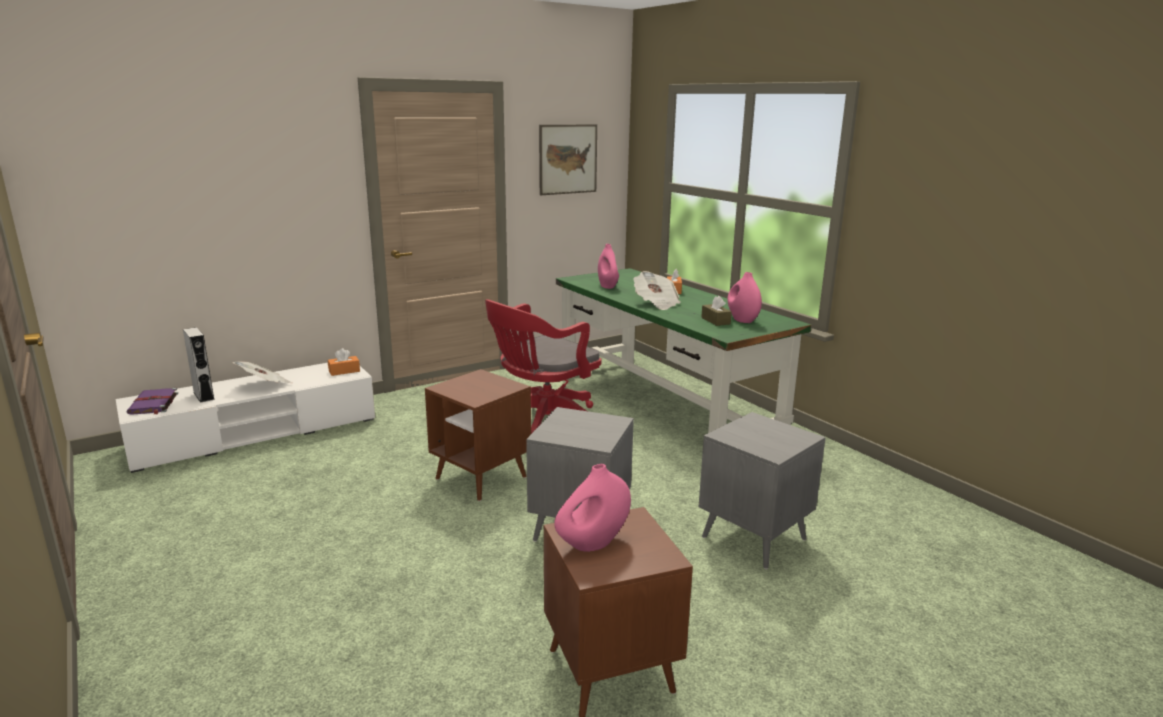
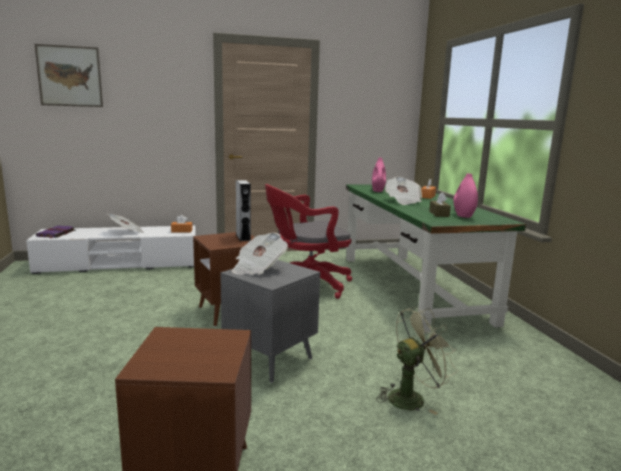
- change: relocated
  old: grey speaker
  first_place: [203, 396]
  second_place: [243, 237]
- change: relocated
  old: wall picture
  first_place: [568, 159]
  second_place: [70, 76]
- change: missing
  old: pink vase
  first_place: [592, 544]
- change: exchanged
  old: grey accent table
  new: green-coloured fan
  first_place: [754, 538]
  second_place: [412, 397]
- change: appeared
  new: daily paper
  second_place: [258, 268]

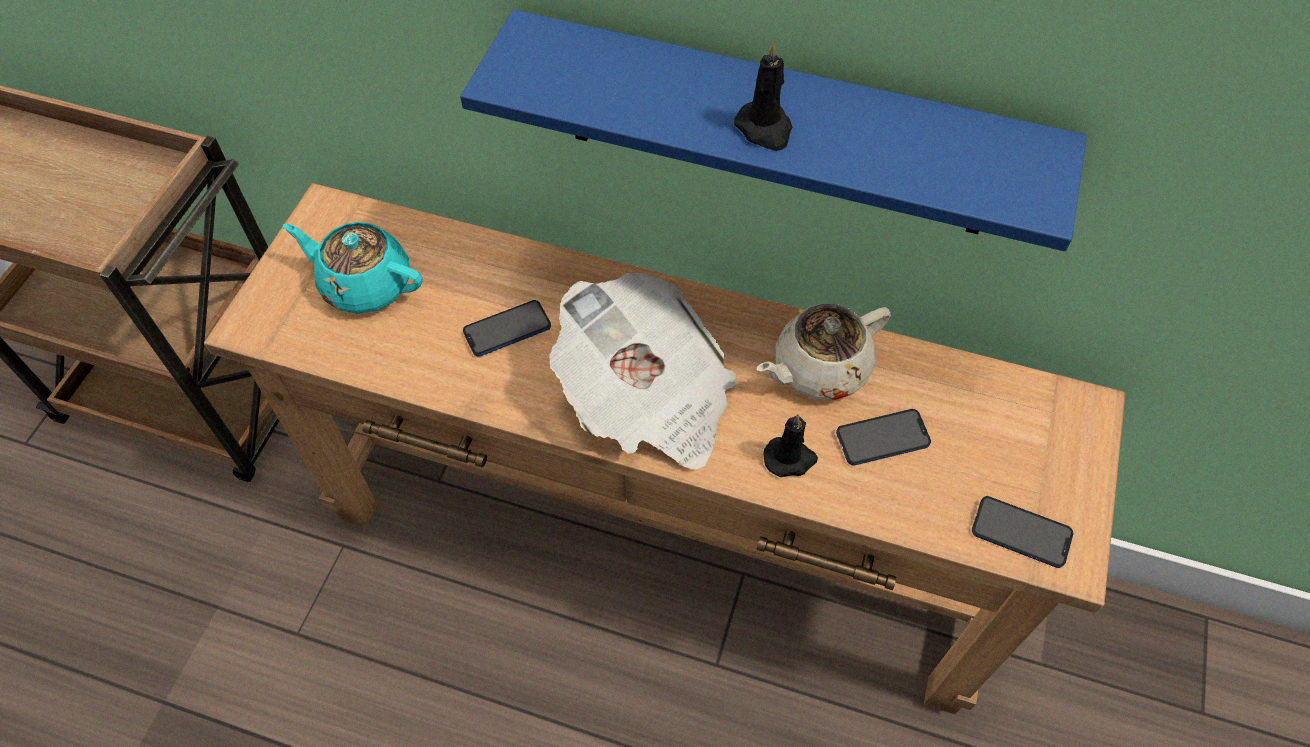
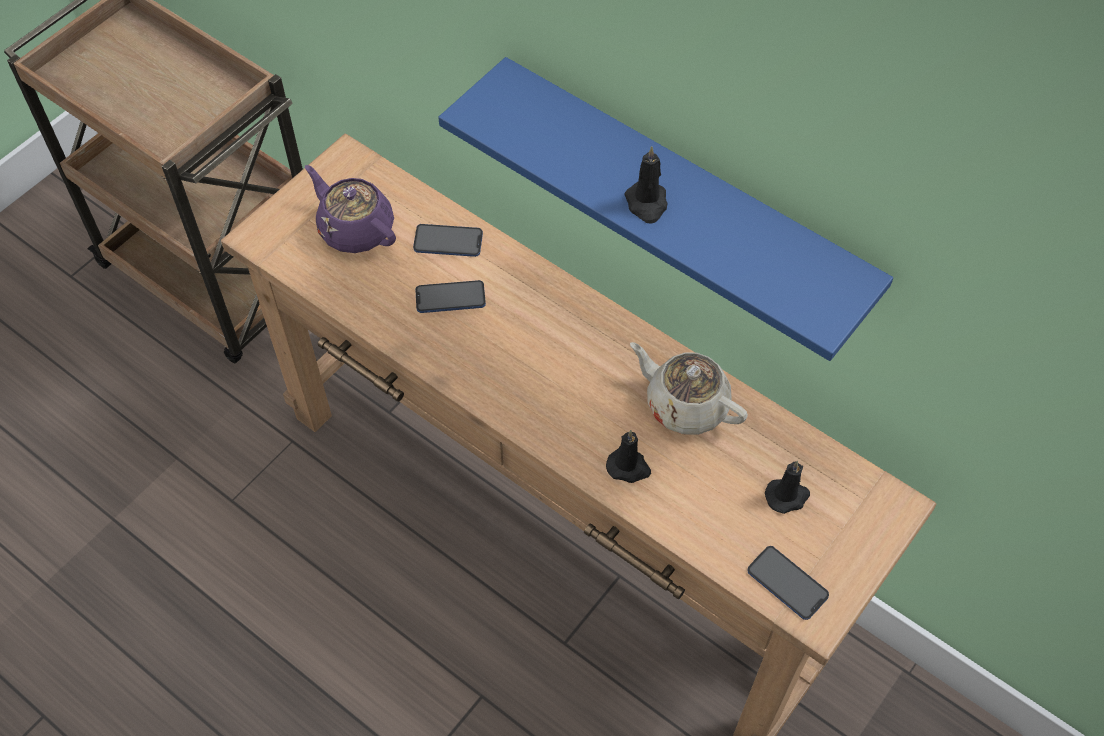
- change: colour
  old: turquoise-coloured teapot
  new: purple-coloured teapot
  first_place: [365, 284]
  second_place: [355, 229]
- change: missing
  old: daily paper
  first_place: [647, 399]
- change: spun
  old: sand-coloured teapot
  first_place: [819, 368]
  second_place: [685, 404]
  degrees: 45
- change: relocated
  old: handset
  first_place: [882, 438]
  second_place: [448, 242]
- change: appeared
  new: black candle
  second_place: [787, 496]

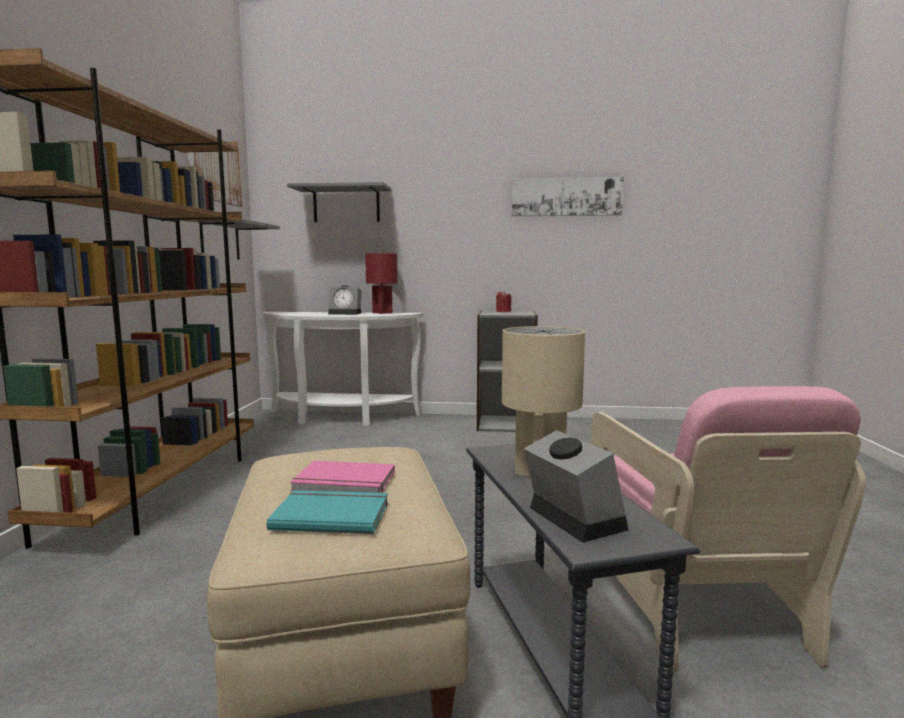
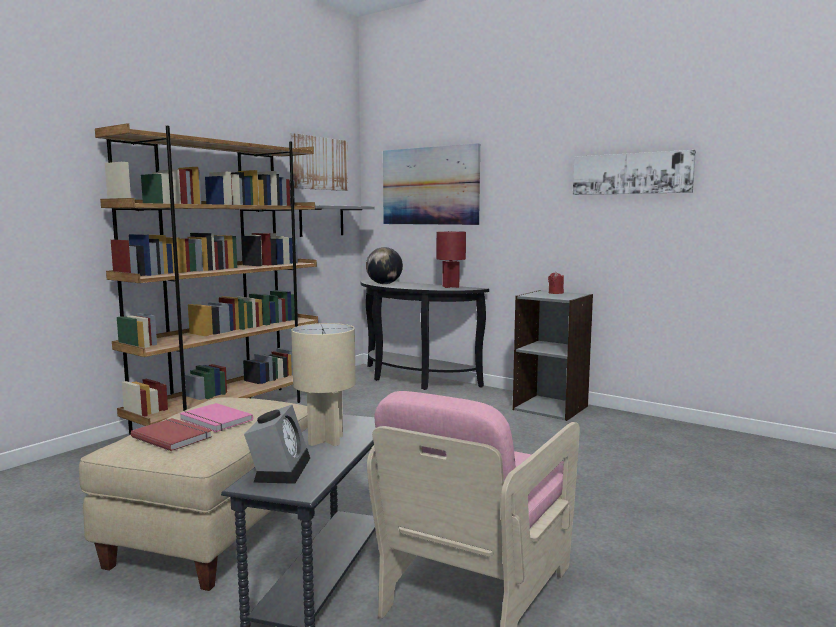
- change: colour
  old: white-coloured console table
  new: black console table
  first_place: [340, 418]
  second_place: [412, 380]
- change: colour
  old: turquoise-coloured book
  new: red-coloured book
  first_place: [331, 514]
  second_place: [173, 436]
- change: exchanged
  old: grey shelf
  new: wall picture
  first_place: [346, 205]
  second_place: [430, 186]
- change: missing
  old: bedside clock
  first_place: [346, 313]
- change: appeared
  new: world globe
  second_place: [384, 284]

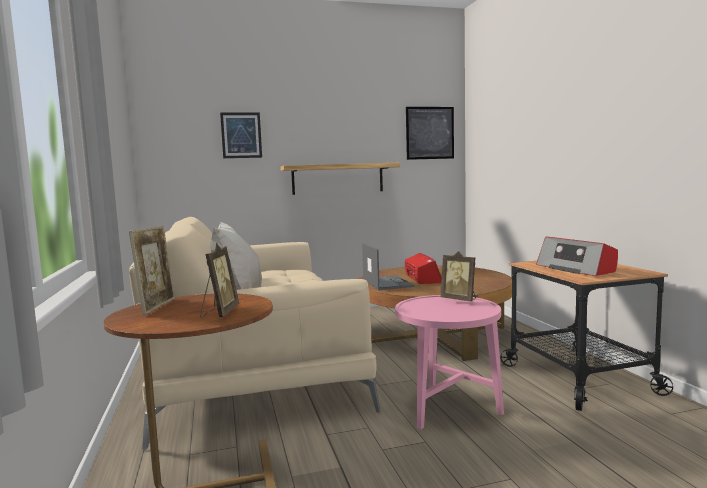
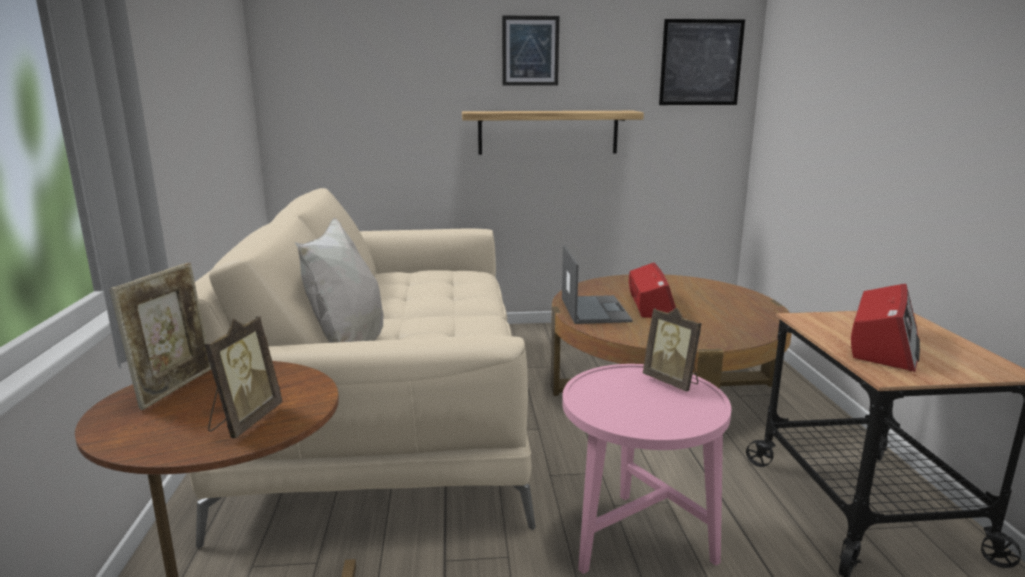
- change: relocated
  old: wall picture
  first_place: [241, 135]
  second_place: [530, 51]
- change: spun
  old: radio
  first_place: [576, 269]
  second_place: [884, 345]
  degrees: -135

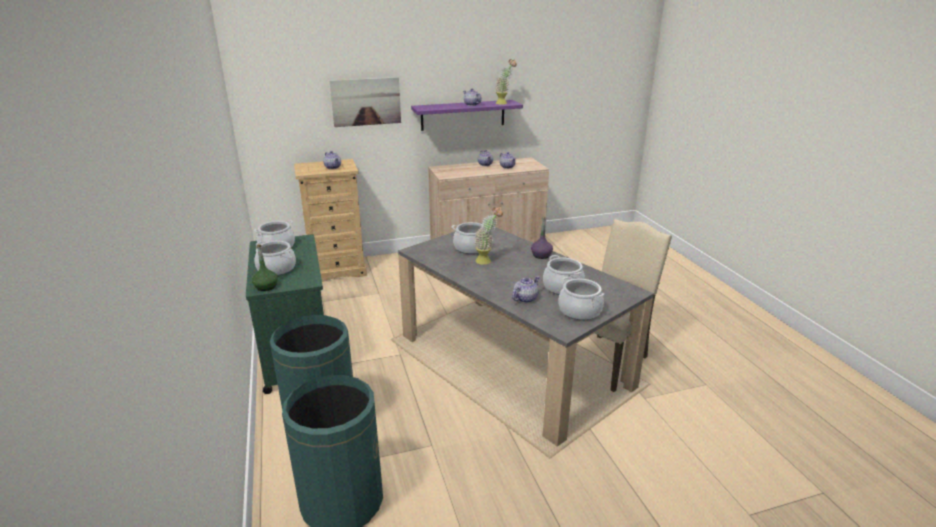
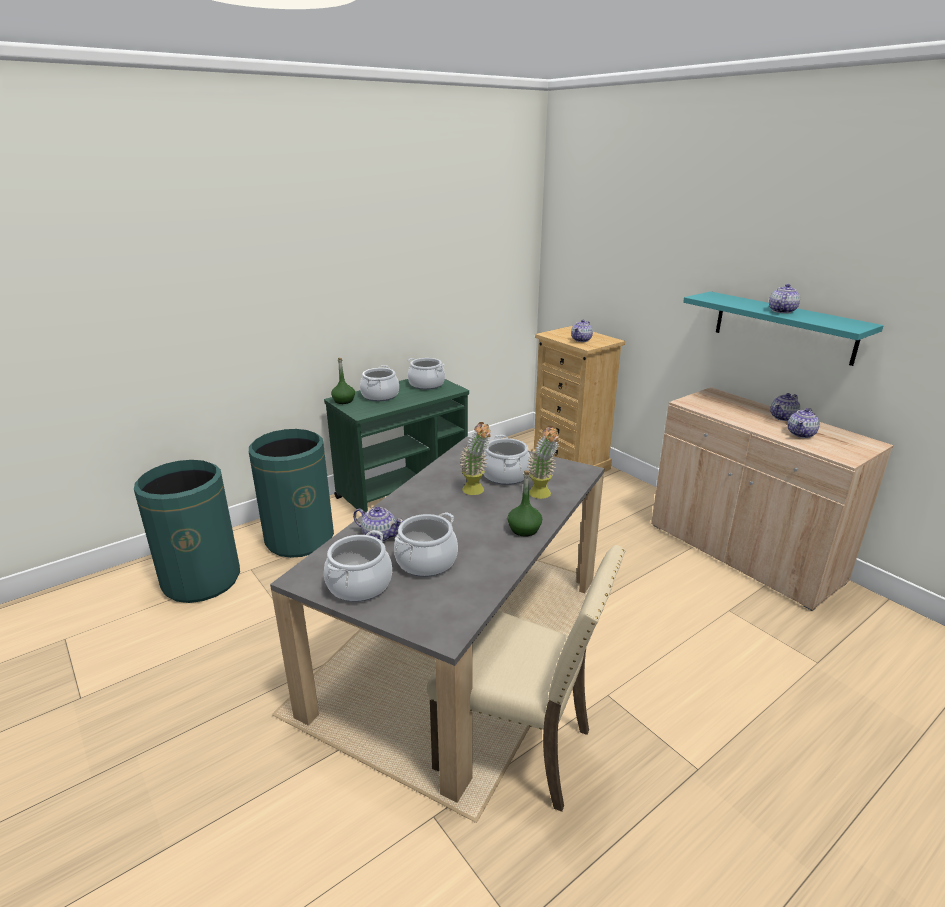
- change: missing
  old: wall picture
  first_place: [366, 101]
- change: colour
  old: purple-coloured shelf
  new: turquoise-coloured shelf
  first_place: [463, 115]
  second_place: [783, 327]
- change: relocated
  old: potted plant
  first_place: [504, 103]
  second_place: [542, 496]
- change: colour
  old: purple-coloured bottle
  new: green-coloured bottle
  first_place: [541, 255]
  second_place: [524, 529]

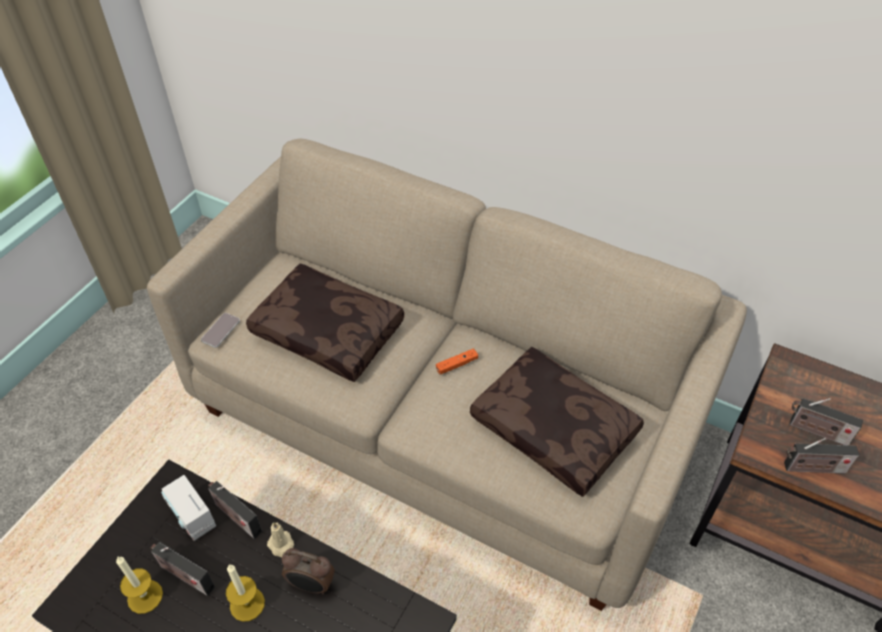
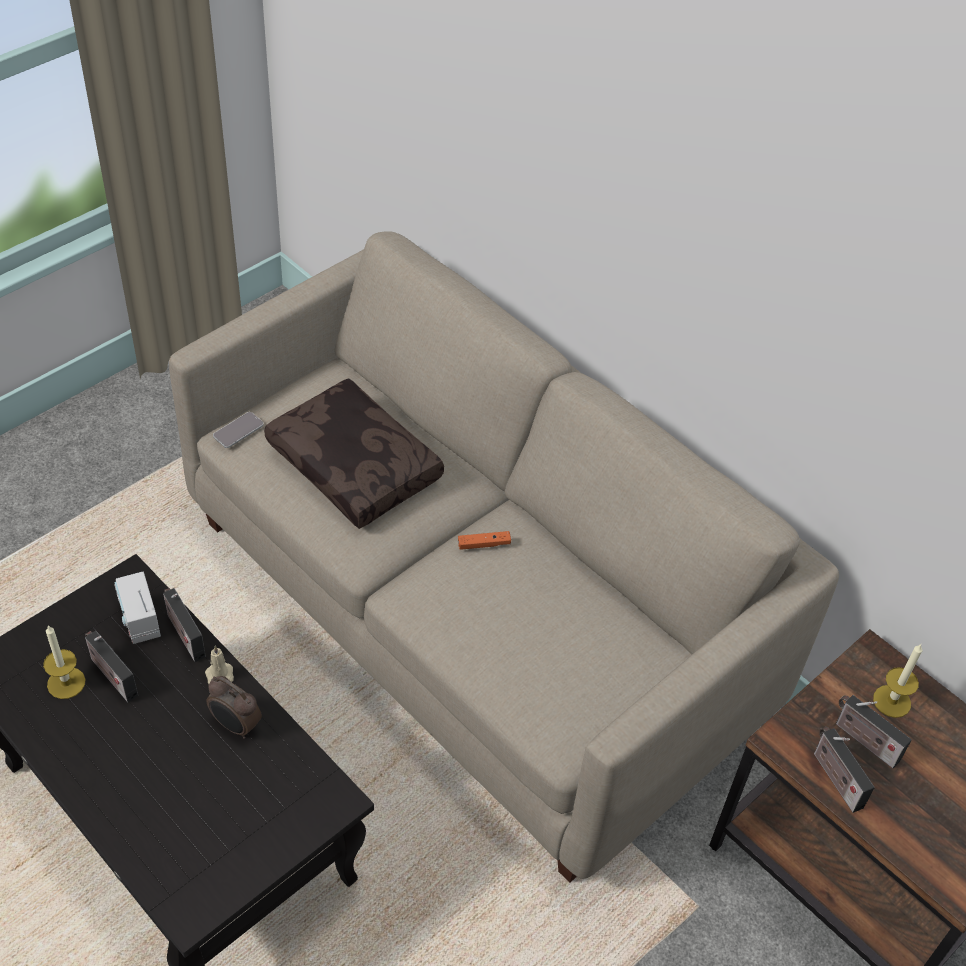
- change: relocated
  old: candle
  first_place: [247, 604]
  second_place: [892, 701]
- change: missing
  old: brown-coloured pillow
  first_place: [556, 428]
- change: spun
  old: radio
  first_place: [811, 468]
  second_place: [835, 778]
  degrees: 45

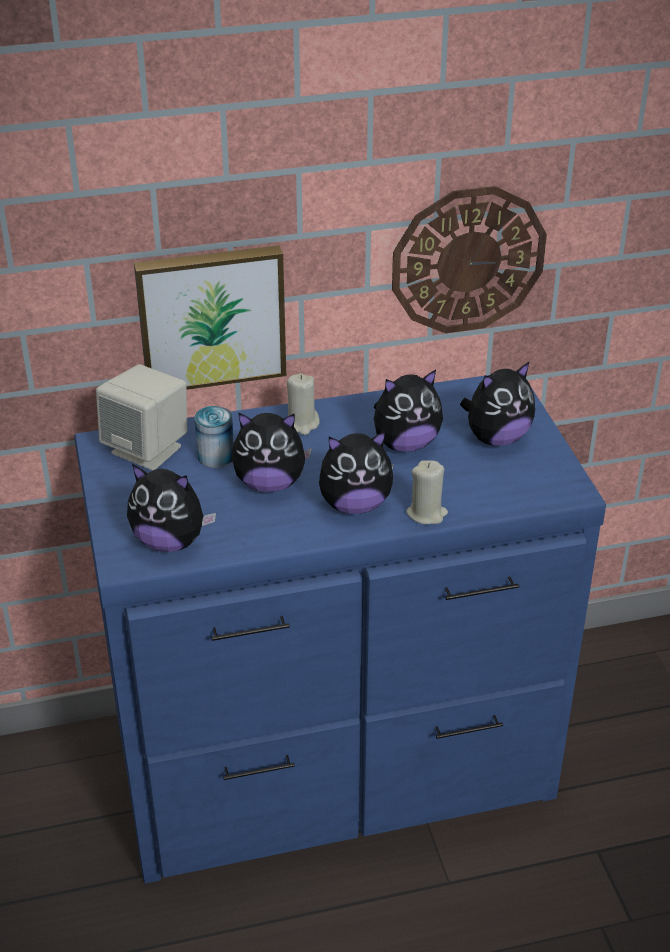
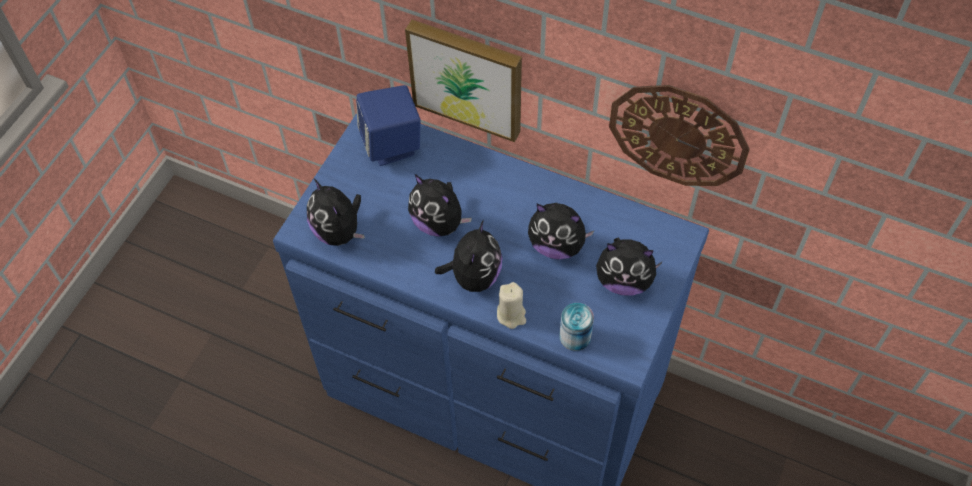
- change: colour
  old: sand-coloured speaker
  new: blue-coloured speaker
  first_place: [148, 450]
  second_place: [392, 145]
- change: relocated
  old: can
  first_place: [216, 456]
  second_place: [575, 336]
- change: missing
  old: sand-coloured candle
  first_place: [302, 424]
- change: spun
  old: cuddly toy
  first_place: [355, 504]
  second_place: [474, 276]
  degrees: -105

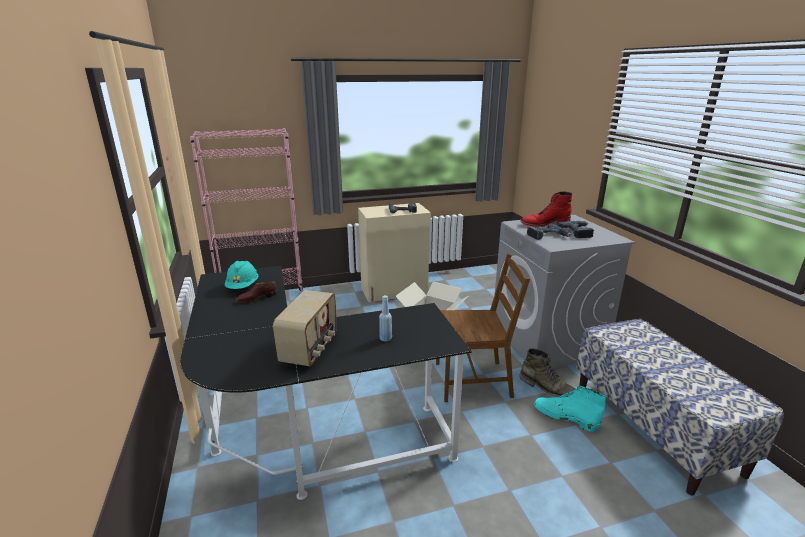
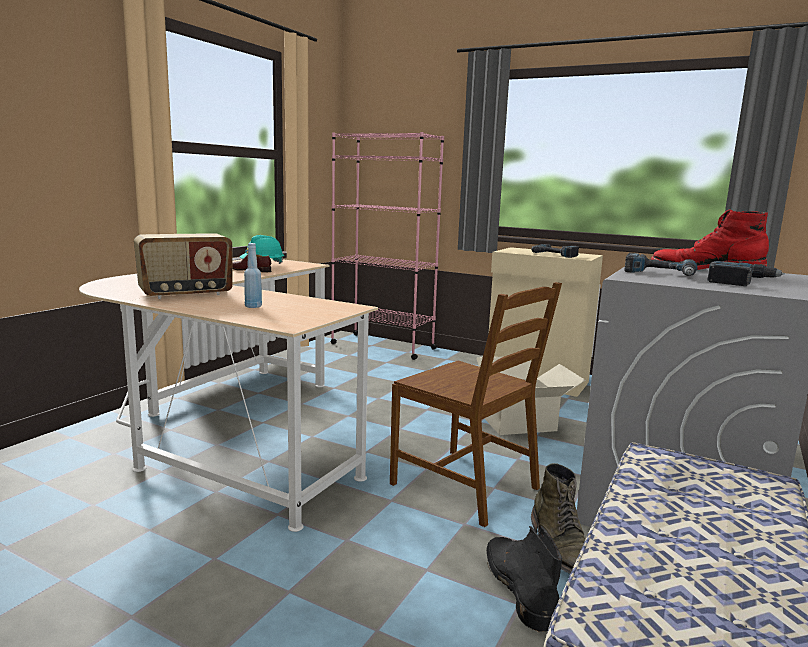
- change: colour
  old: black desk unit
  new: sand-coloured desk unit
  first_place: [303, 428]
  second_place: [232, 432]
- change: colour
  old: turquoise-coloured high-top boot
  new: black high-top boot
  first_place: [564, 417]
  second_place: [518, 586]

